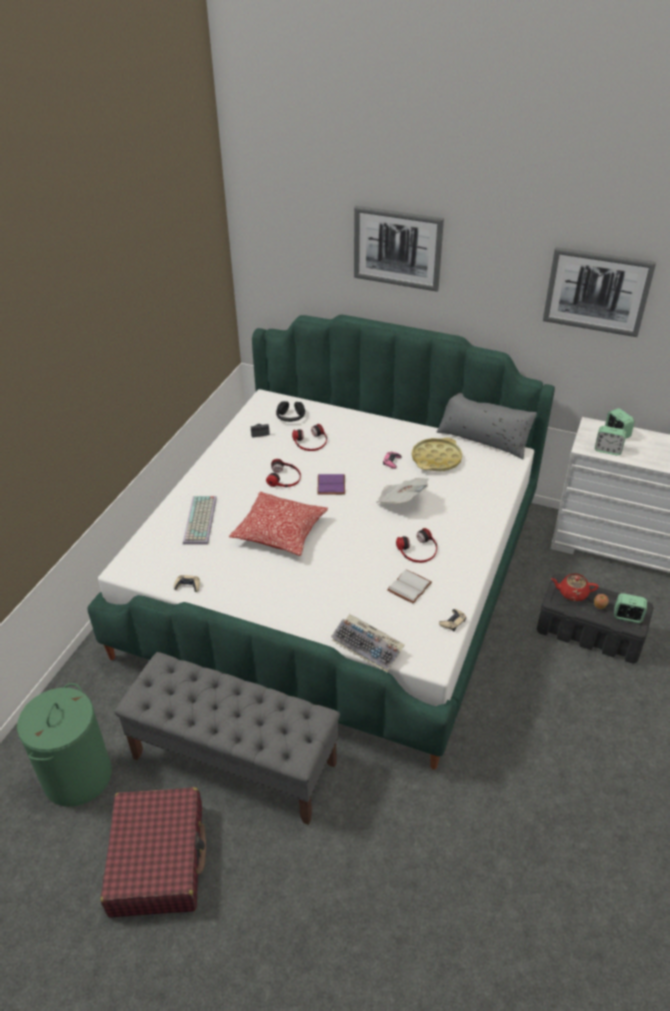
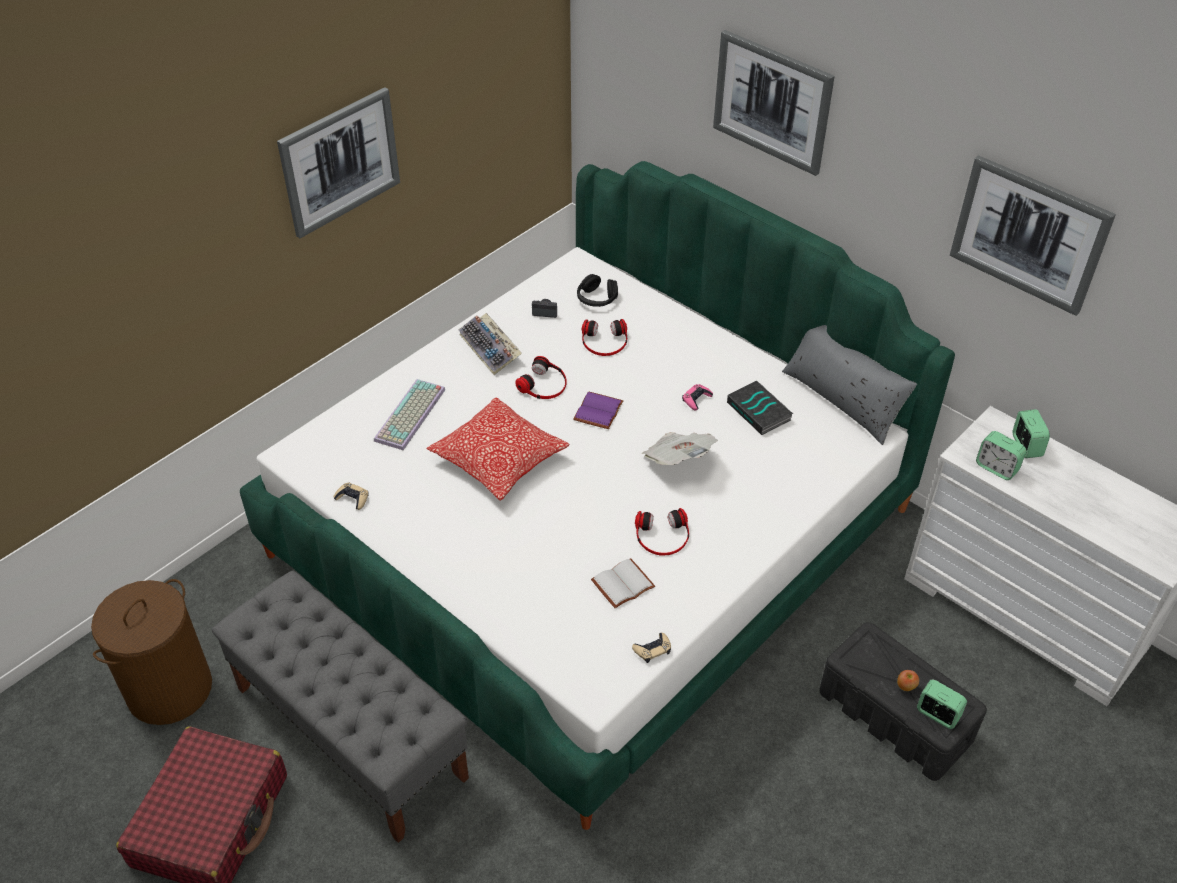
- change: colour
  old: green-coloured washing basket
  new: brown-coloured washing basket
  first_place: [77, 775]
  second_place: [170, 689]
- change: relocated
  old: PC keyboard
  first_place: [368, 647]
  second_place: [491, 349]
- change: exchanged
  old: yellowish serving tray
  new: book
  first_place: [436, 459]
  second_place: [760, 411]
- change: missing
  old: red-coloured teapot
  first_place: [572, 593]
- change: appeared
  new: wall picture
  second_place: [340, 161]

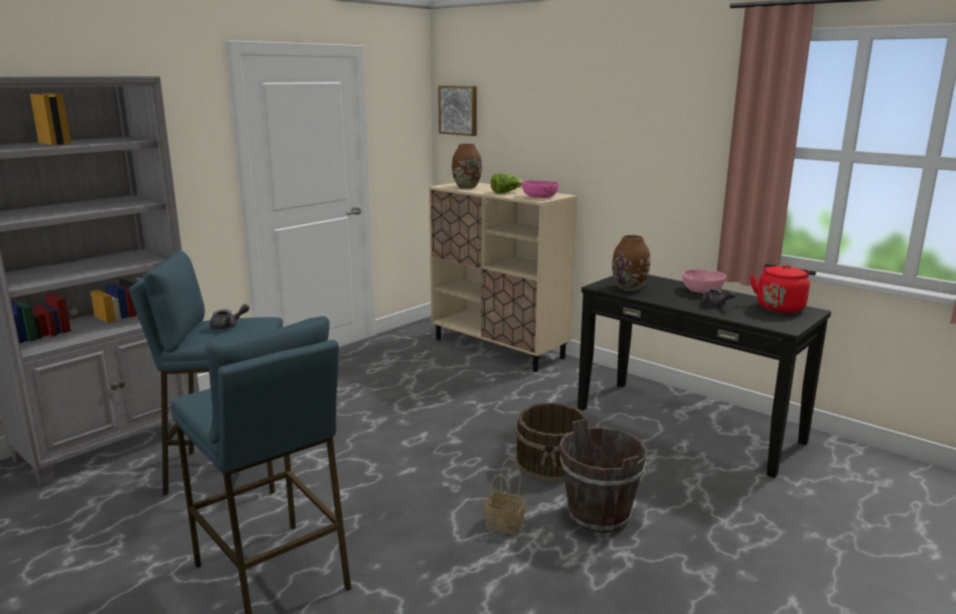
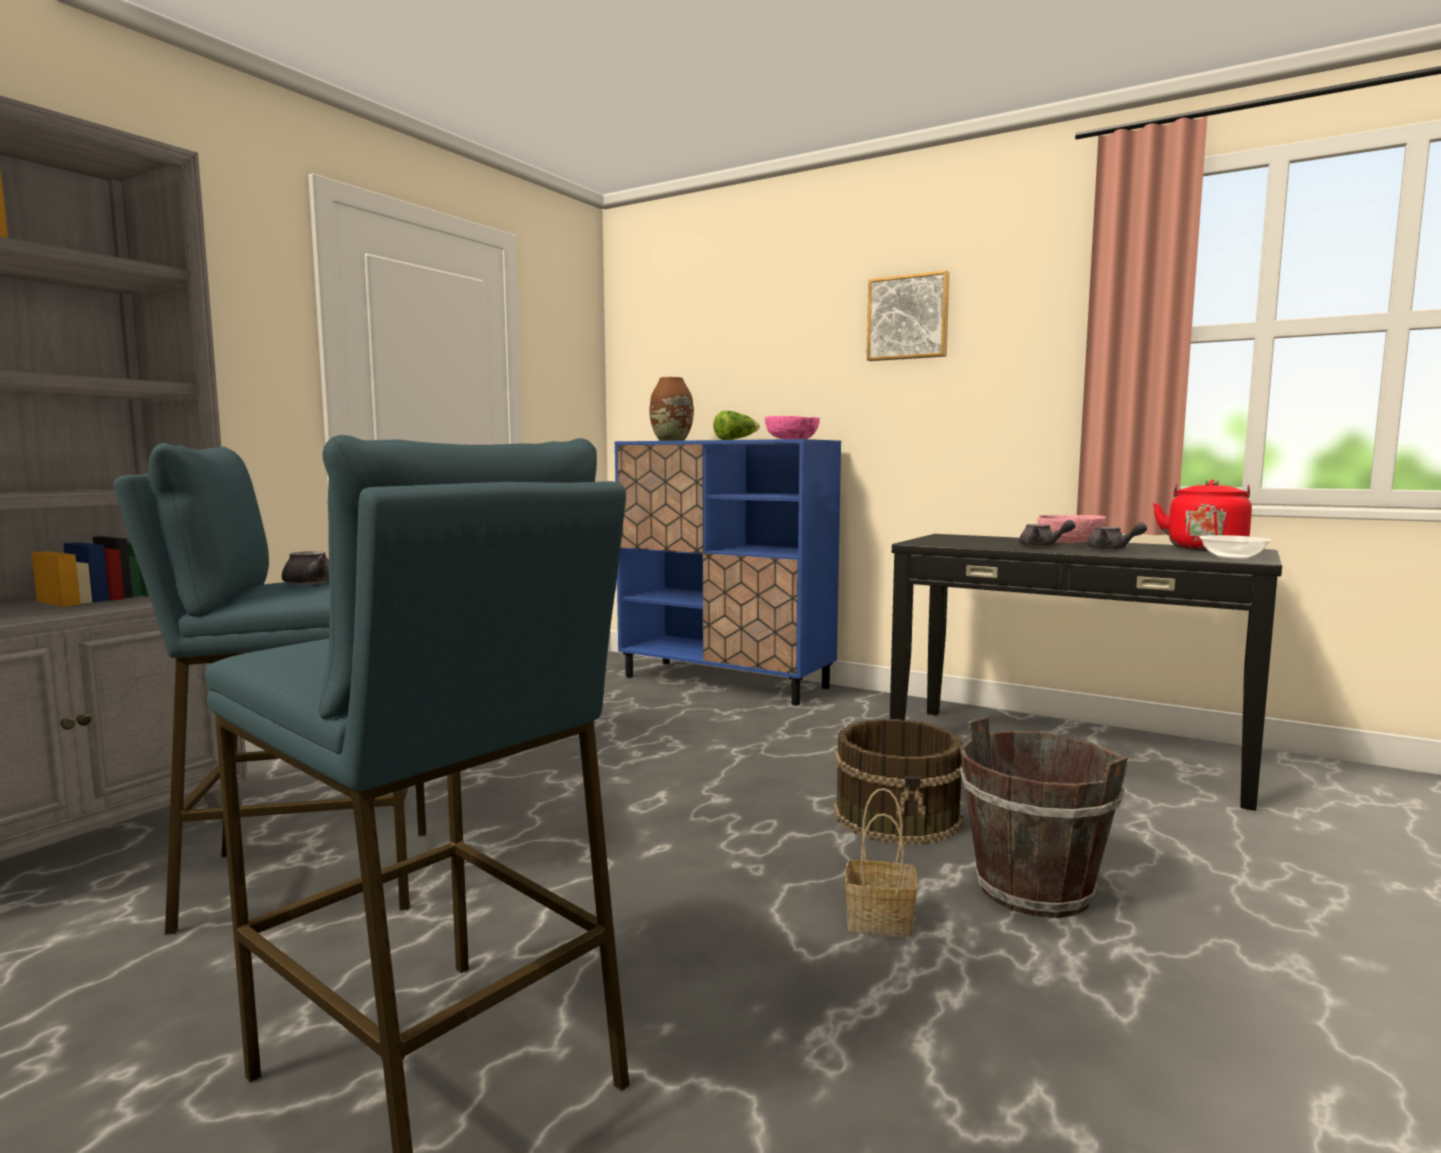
- change: colour
  old: sand-coloured cabinet
  new: blue-coloured cabinet
  first_place: [499, 348]
  second_place: [726, 682]
- change: relocated
  old: wall picture
  first_place: [459, 110]
  second_place: [908, 318]
- change: missing
  old: brown-coloured vase
  first_place: [629, 288]
- change: appeared
  new: grey teapot
  second_place: [1042, 546]
- change: appeared
  new: deep dish
  second_place: [1233, 557]

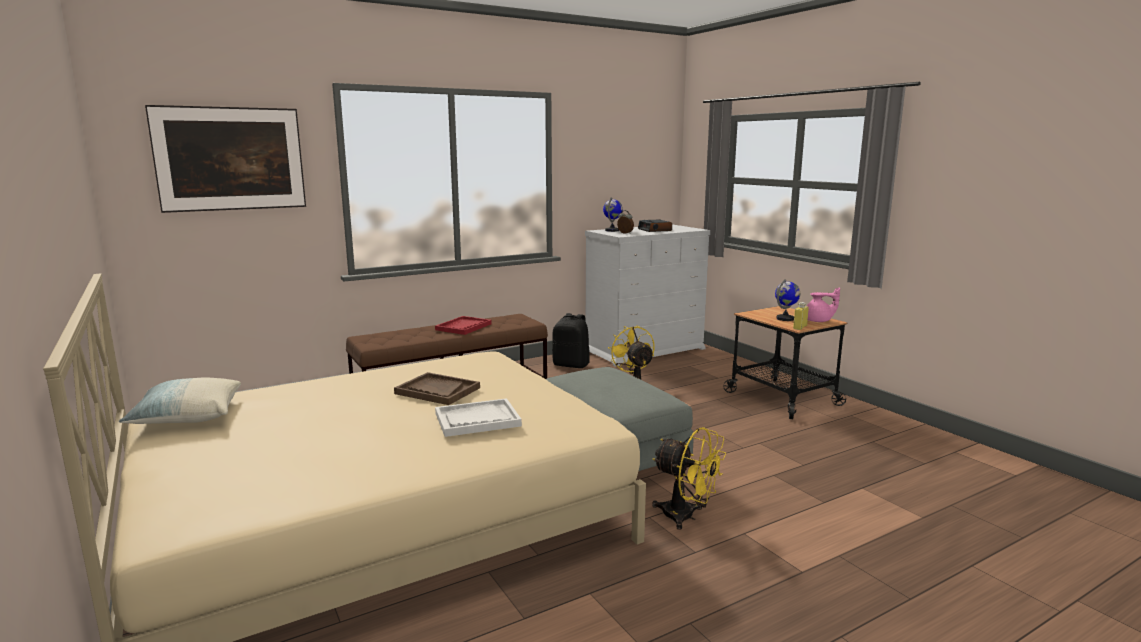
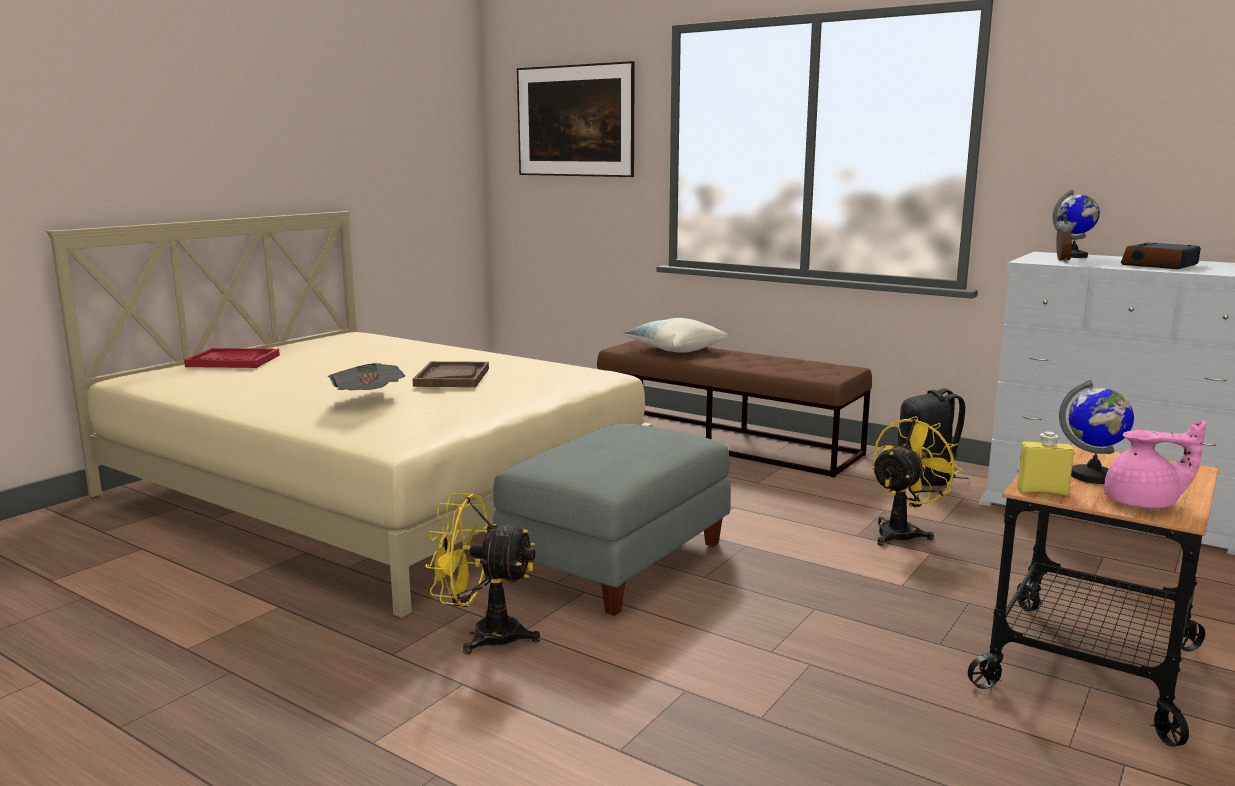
- change: relocated
  old: pillow
  first_place: [187, 417]
  second_place: [674, 349]
- change: relocated
  old: red-coloured serving tray
  first_place: [463, 327]
  second_place: [233, 361]
- change: exchanged
  old: white-coloured serving tray
  new: daily paper
  first_place: [477, 420]
  second_place: [368, 398]
- change: spun
  old: yellowish fan
  first_place: [686, 517]
  second_place: [484, 635]
  degrees: 90
- change: spun
  old: pink teapot
  first_place: [818, 321]
  second_place: [1143, 504]
  degrees: -60

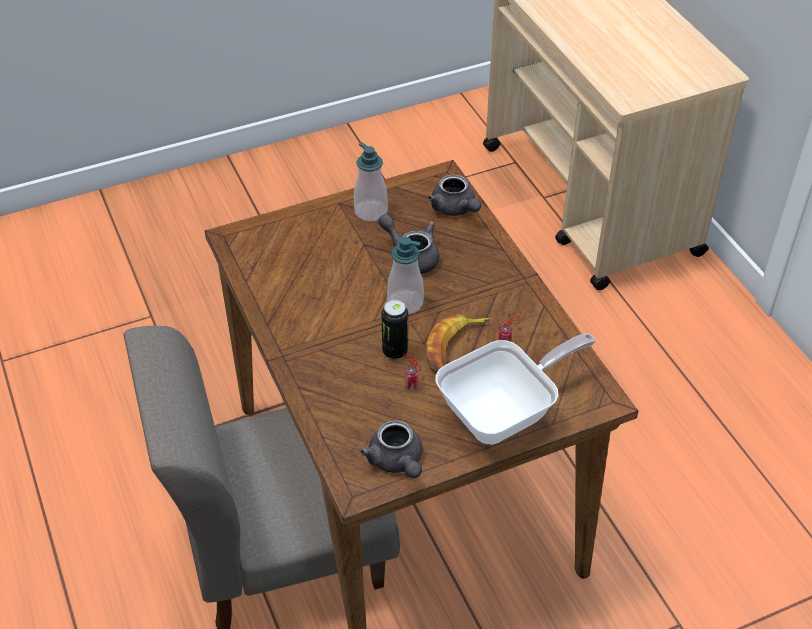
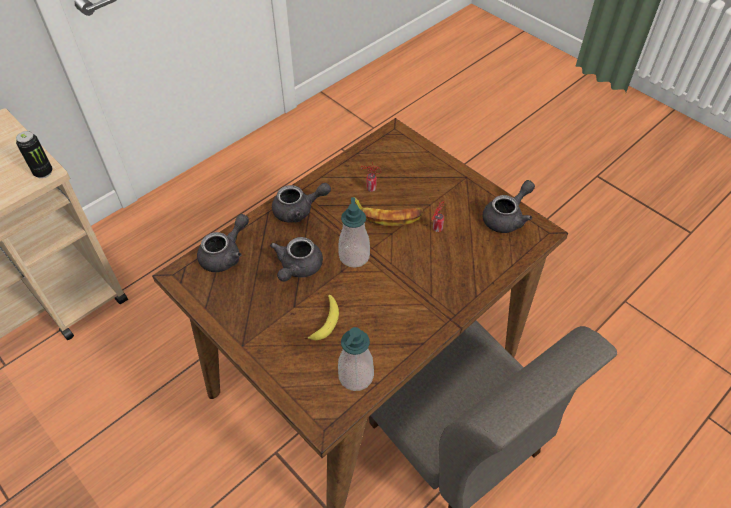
- change: relocated
  old: liquid soap bottle
  first_place: [371, 211]
  second_place: [356, 376]
- change: relocated
  old: can
  first_place: [395, 351]
  second_place: [43, 172]
- change: missing
  old: skillet
  first_place: [505, 412]
- change: appeared
  new: grey teapot
  second_place: [299, 210]
- change: appeared
  new: banana
  second_place: [326, 322]

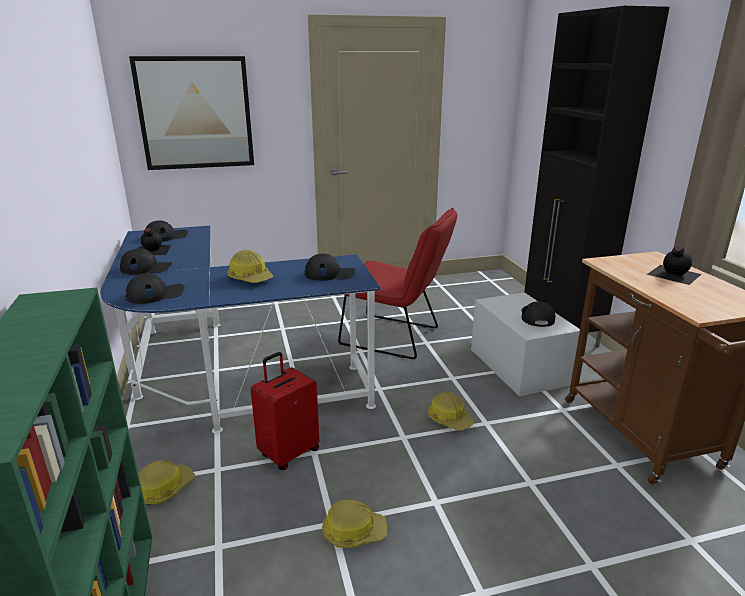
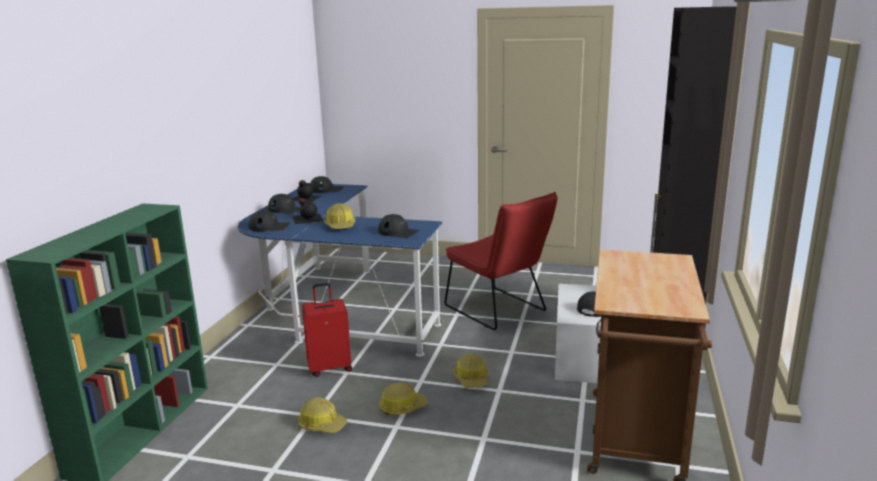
- change: missing
  old: wall picture
  first_place: [195, 113]
- change: relocated
  old: work helmet
  first_place: [164, 489]
  second_place: [402, 407]
- change: relocated
  old: black bottle
  first_place: [673, 274]
  second_place: [307, 218]

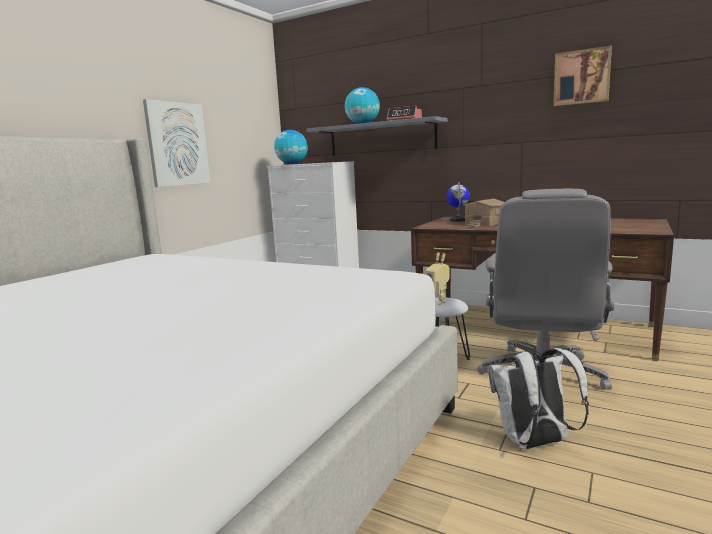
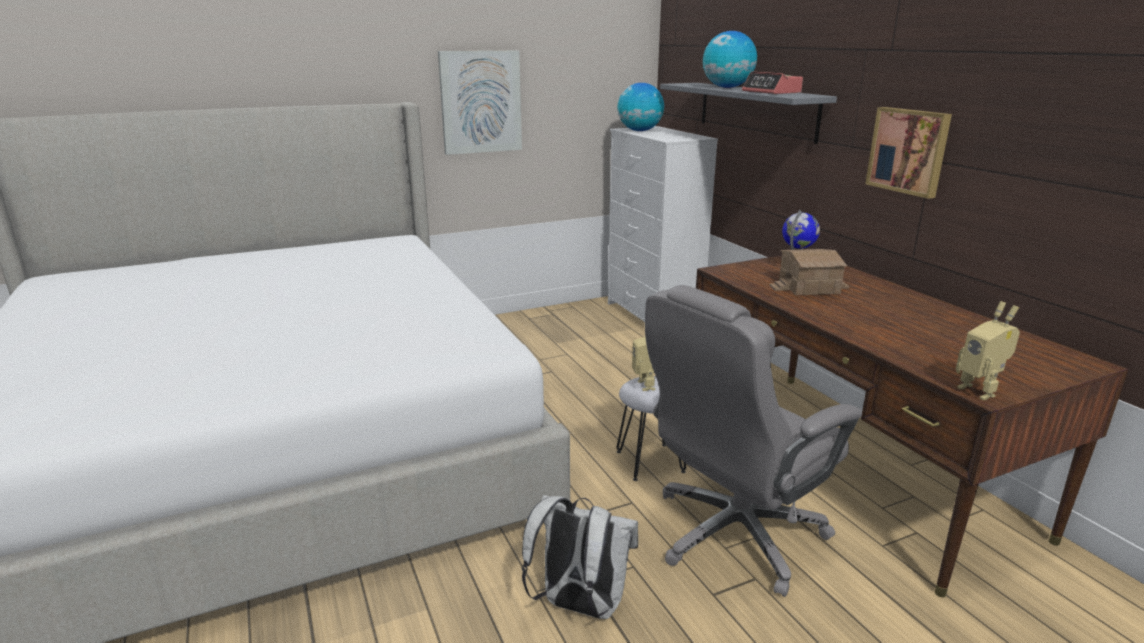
- change: relocated
  old: wall picture
  first_place: [581, 77]
  second_place: [909, 151]
- change: appeared
  new: model robot
  second_place: [979, 390]

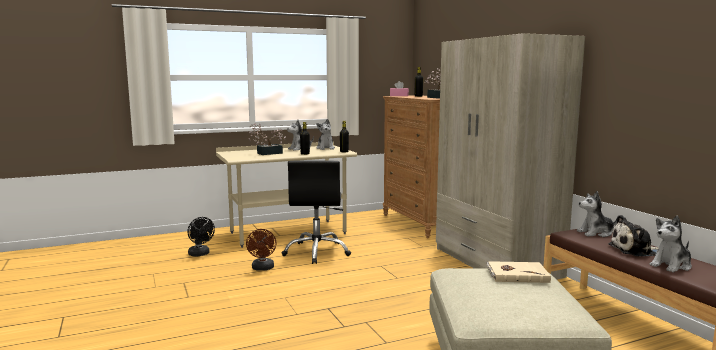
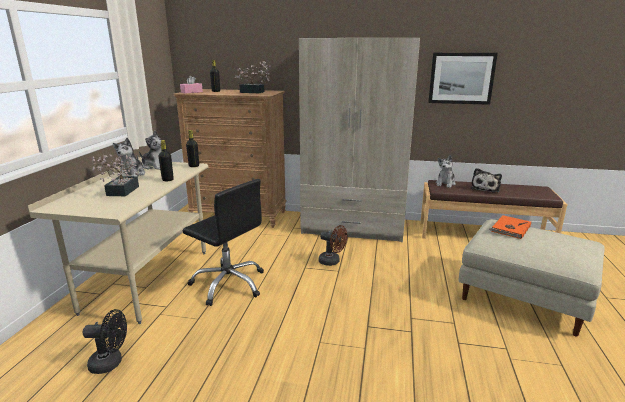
- change: relocated
  old: brown-coloured fan
  first_place: [262, 268]
  second_place: [332, 261]
- change: colour
  old: sand-coloured book
  new: orangey book
  first_place: [517, 274]
  second_place: [510, 228]
- change: missing
  old: cuddly toy
  first_place: [671, 265]
- change: appeared
  new: wall picture
  second_place: [461, 78]

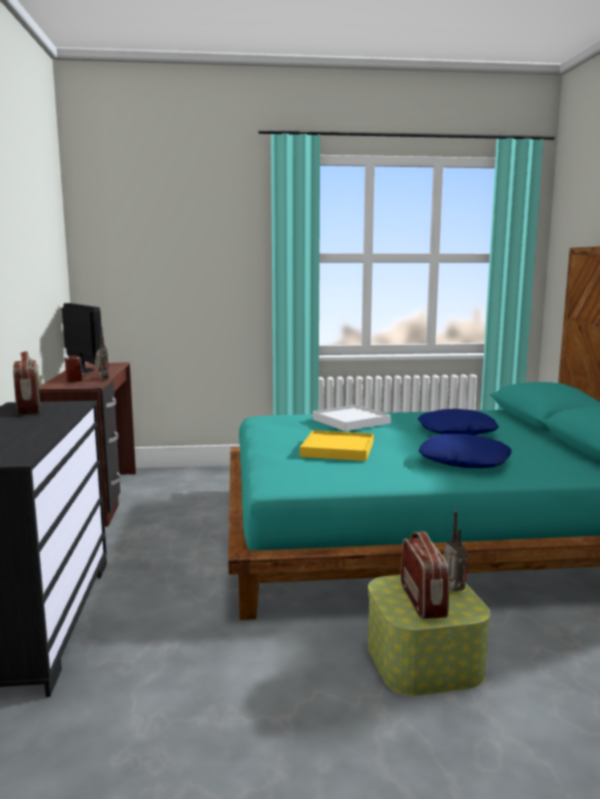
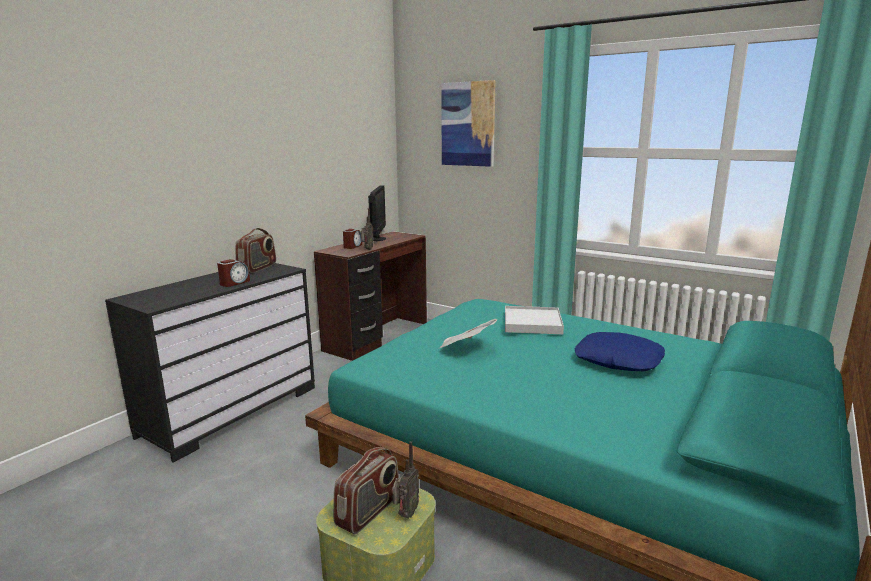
- change: exchanged
  old: yellowish serving tray
  new: daily paper
  first_place: [337, 449]
  second_place: [466, 348]
- change: missing
  old: blue-coloured pillow
  first_place: [464, 461]
- change: appeared
  new: bedside clock
  second_place: [234, 283]
- change: appeared
  new: wall picture
  second_place: [468, 124]

